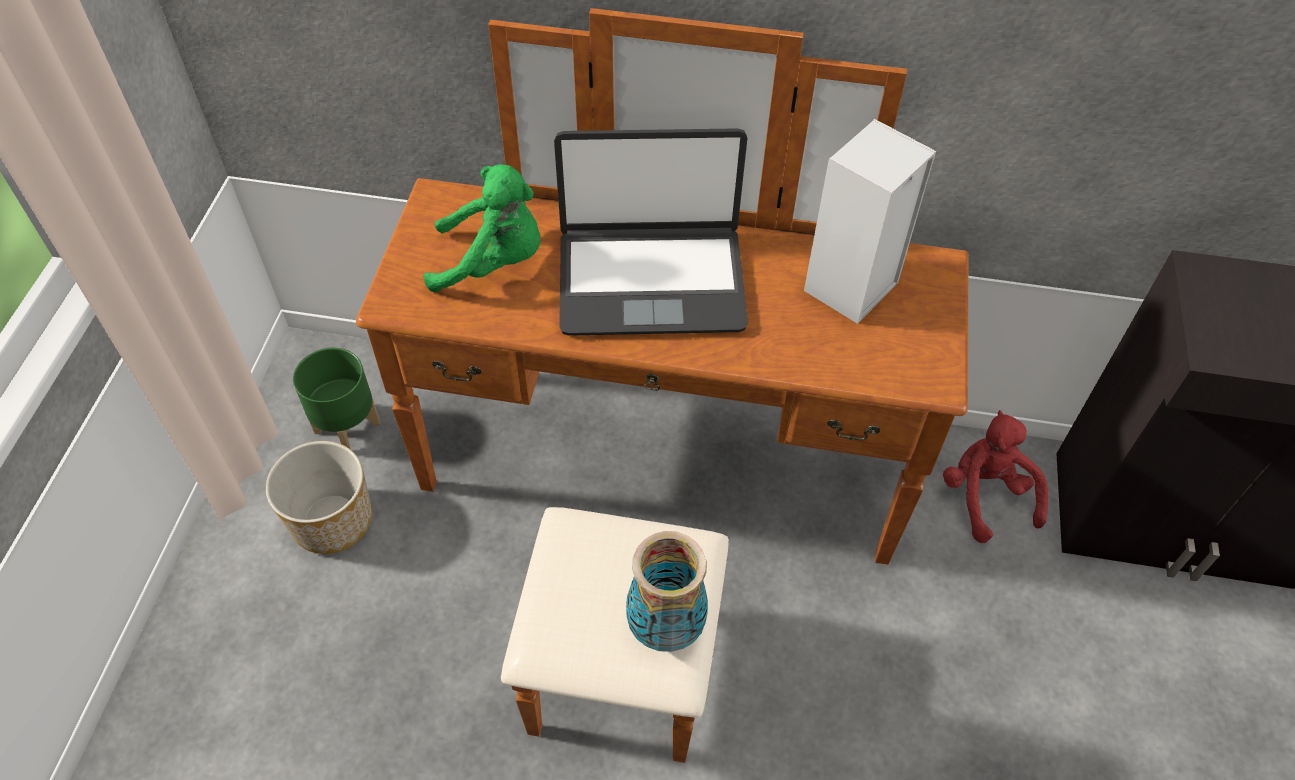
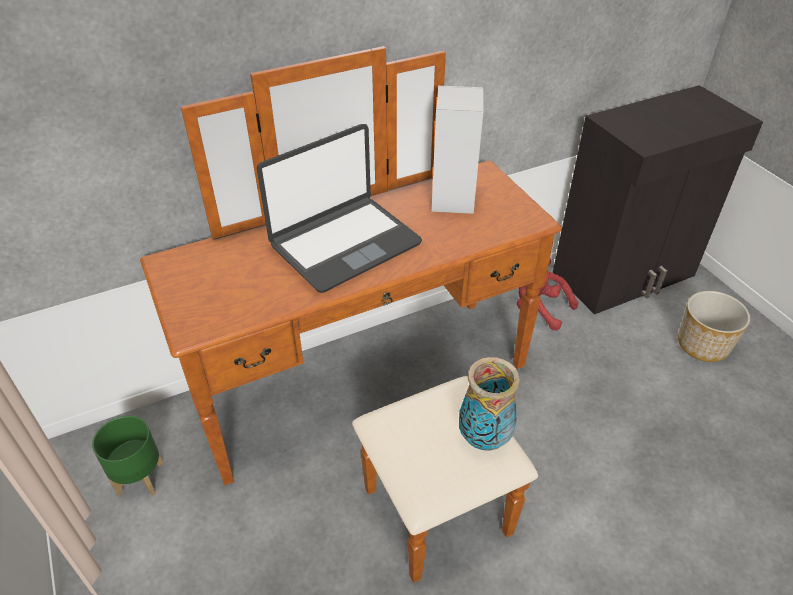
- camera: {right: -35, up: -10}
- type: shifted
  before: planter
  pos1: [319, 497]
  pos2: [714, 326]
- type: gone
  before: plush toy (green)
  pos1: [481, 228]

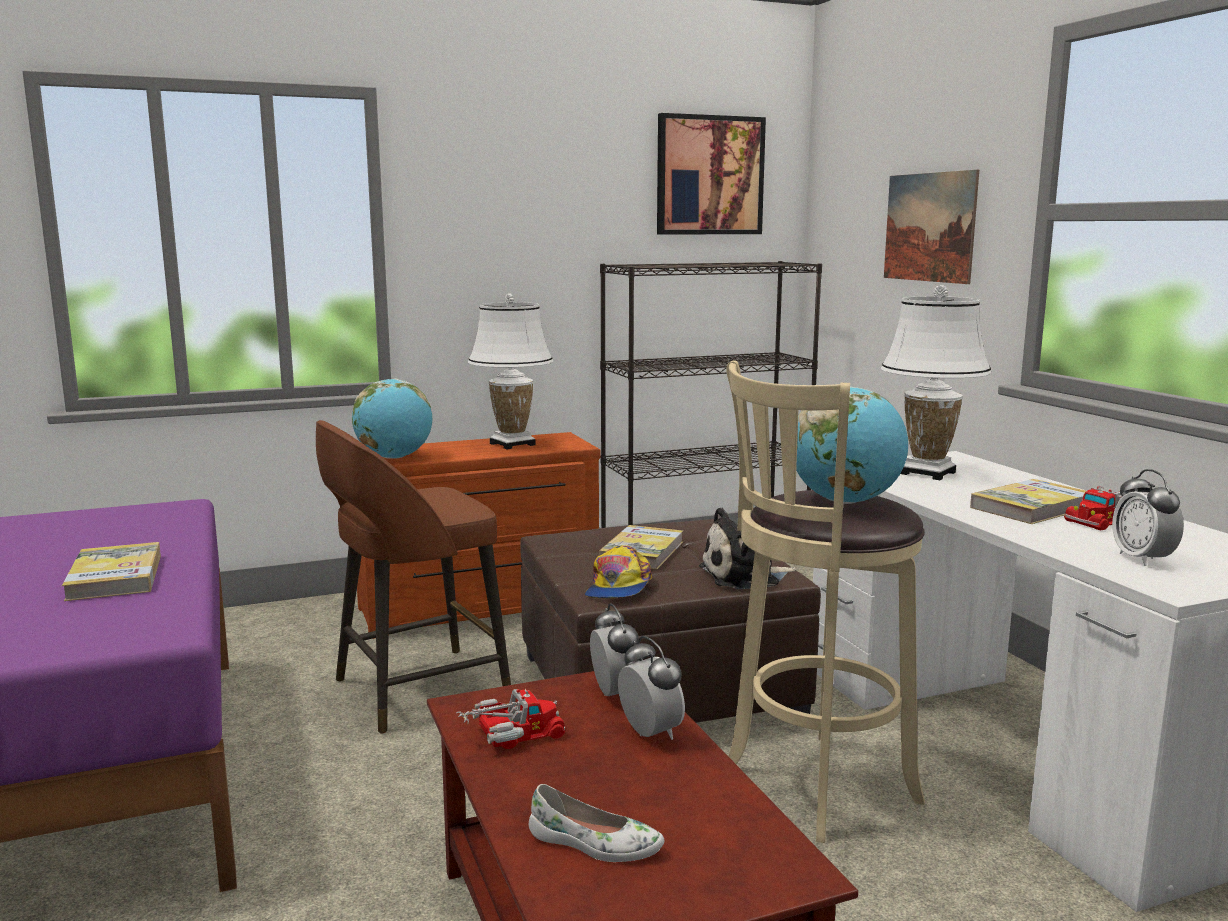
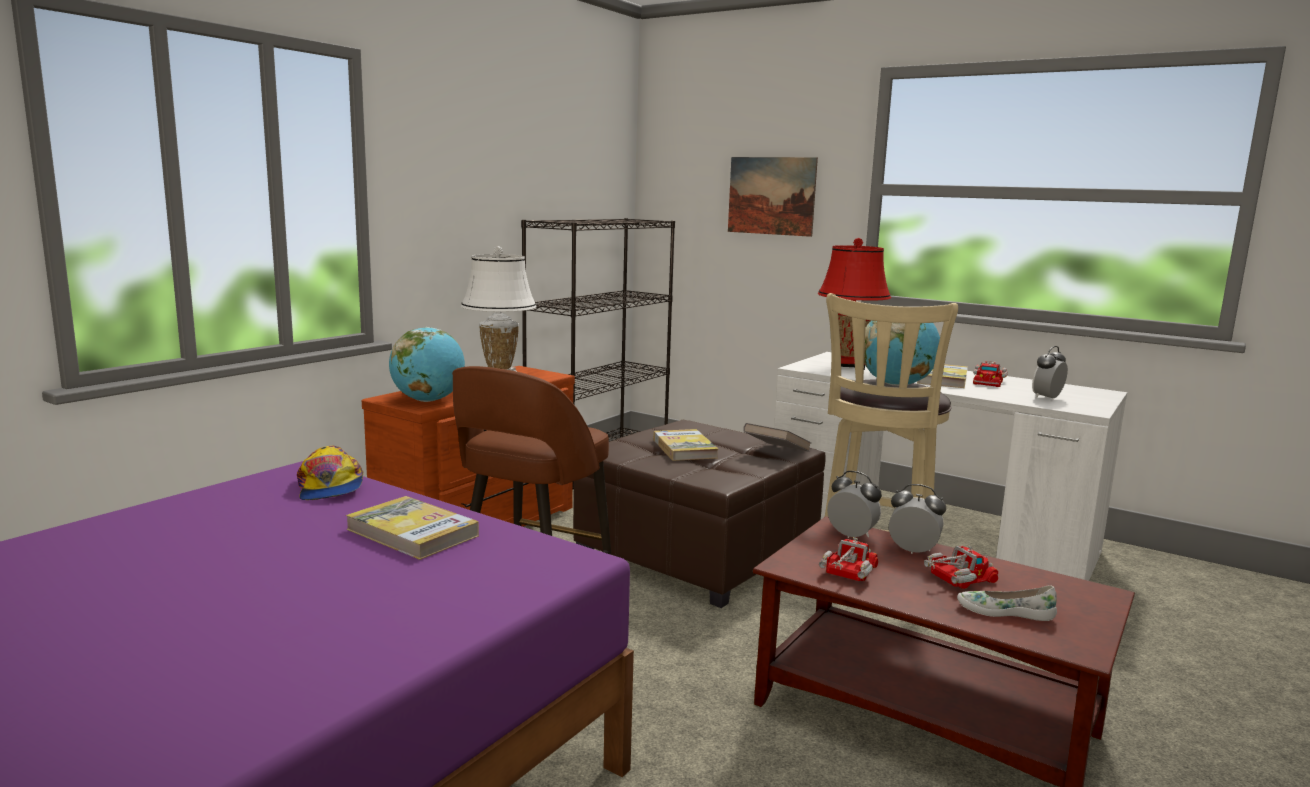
- camera: {right: -35, up: 0}
- type: rotated
  before: shoe (white)
  pos1: [596, 823]
  pos2: [1007, 603]
  turn: -150
- type: shifted
  before: cap
  pos1: [619, 571]
  pos2: [330, 473]
- type: gone
  before: picture
  pos1: [711, 174]
- type: swapped
  before: plush toy
  after: book (grey)
  pos1: [747, 548]
  pos2: [777, 437]
- type: repainted
  before: table lamp (white)
  after: table lamp (red)
  pos1: [936, 382]
  pos2: [854, 304]
- type: rotated
  before: alarm clock
  pos1: [1148, 517]
  pos2: [1050, 373]
  turn: 90
- type: new
  after: toy truck
  pos2: [961, 567]

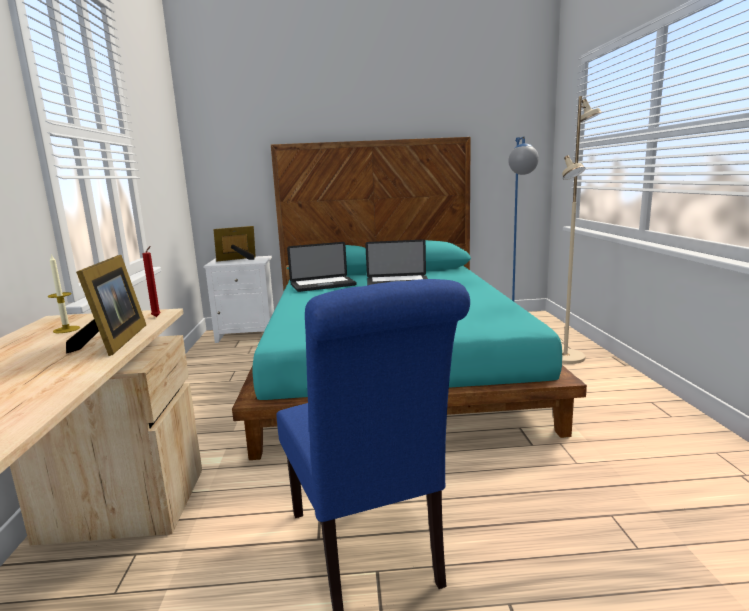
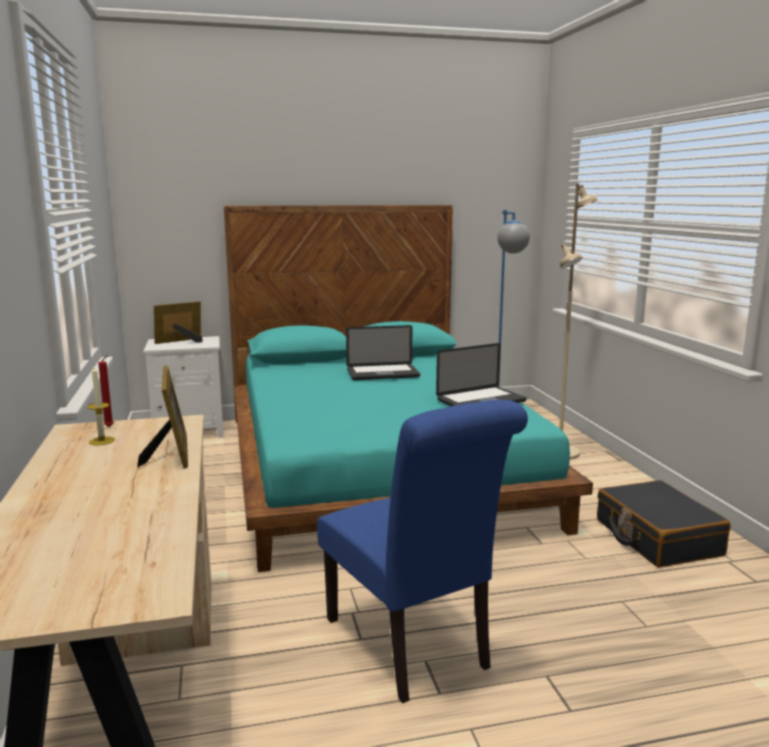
- camera: {right: -10, up: 0}
- type: shifted
  before: candle (red)
  pos1: [151, 281]
  pos2: [106, 391]
- type: shifted
  before: laptop
  pos1: [322, 267]
  pos2: [481, 374]
- type: new
  after: suitcase (black)
  pos2: [664, 523]

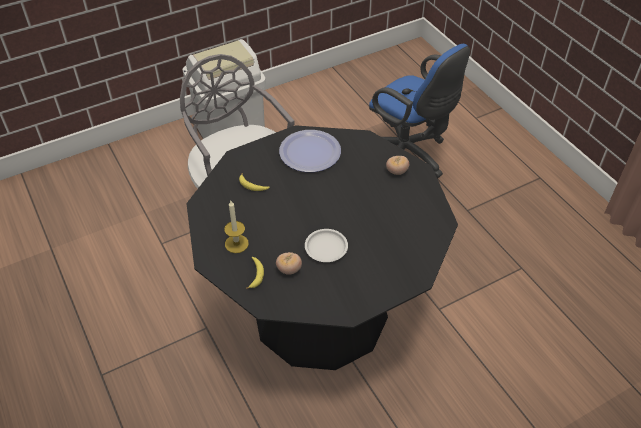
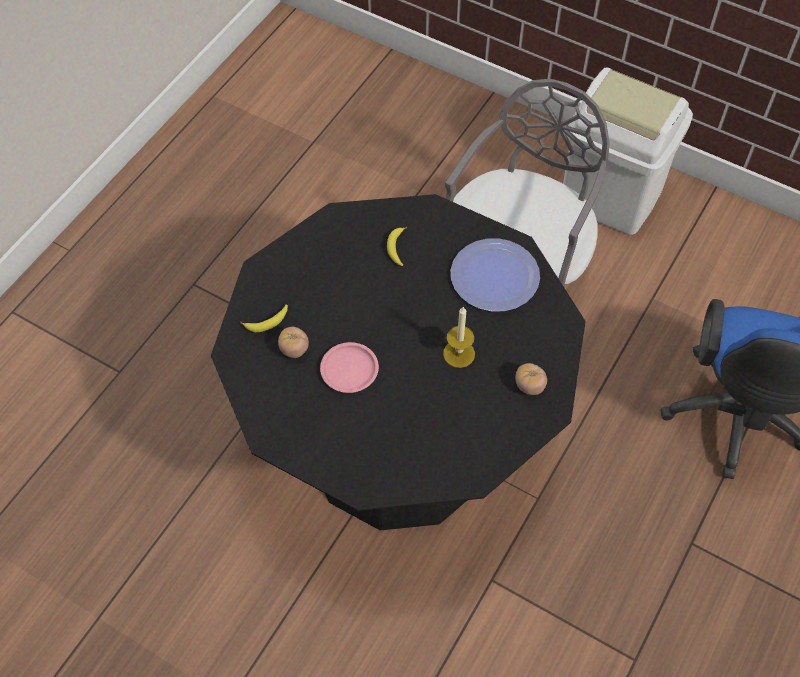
- camera: {right: 60, up: 10}
- type: shifted
  before: candle
  pos1: [236, 227]
  pos2: [459, 337]
- type: repainted
  before: plate (white)
  after: plate (pink)
  pos1: [326, 245]
  pos2: [349, 367]

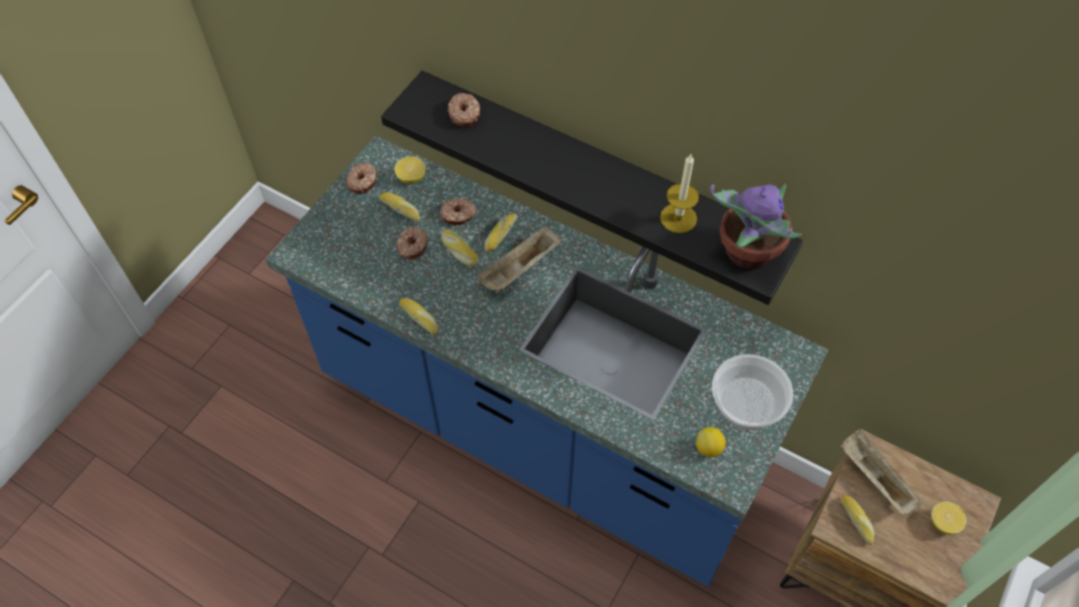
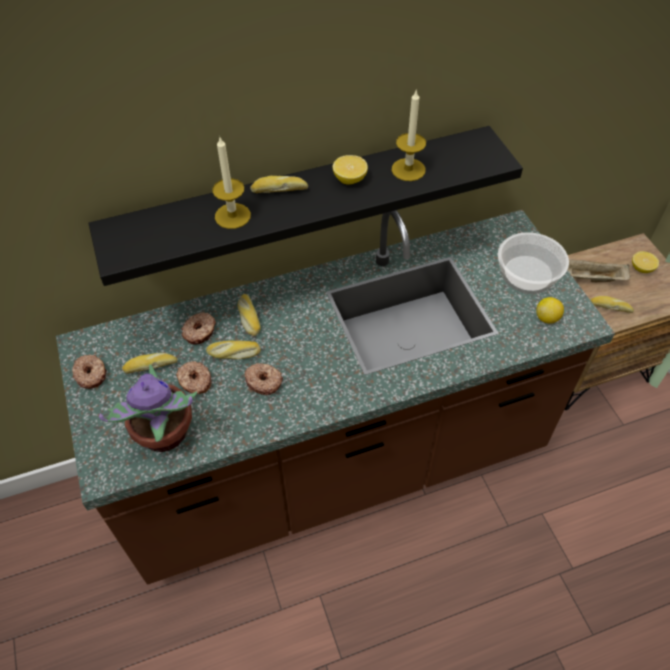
- camera: {right: -50, up: -5}
- type: repainted
  before: counter (blue)
  after: counter (brown)
  pos1: [547, 361]
  pos2: [335, 397]
- type: shifted
  before: lemon
  pos1: [410, 170]
  pos2: [350, 169]
- type: shifted
  before: bread
  pos1: [418, 317]
  pos2: [279, 184]
- type: shifted
  before: donut
  pos1: [463, 110]
  pos2: [263, 379]
- type: gone
  before: tray (beige)
  pos1: [518, 259]
- type: shifted
  before: potted plant
  pos1: [756, 226]
  pos2: [148, 408]
- type: new
  after: candle
  pos2: [231, 183]

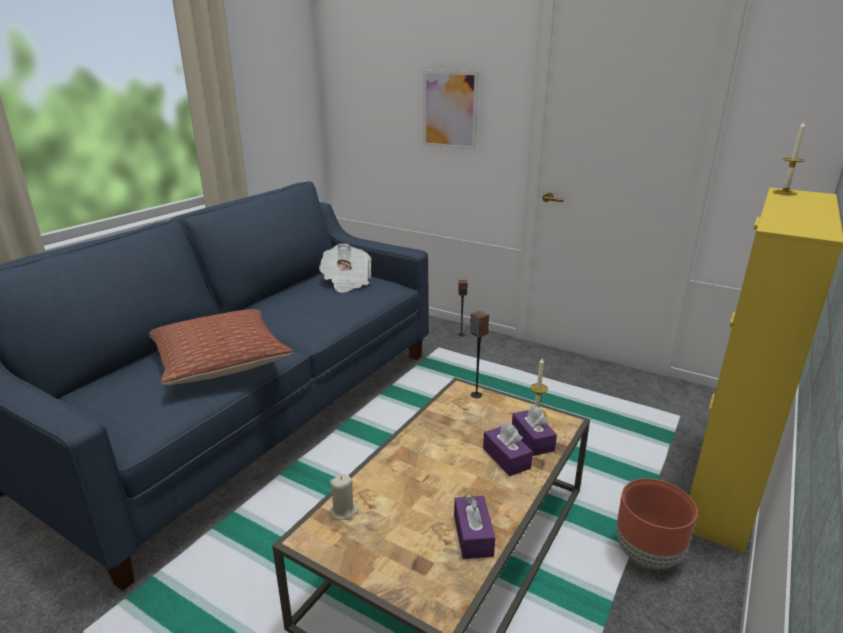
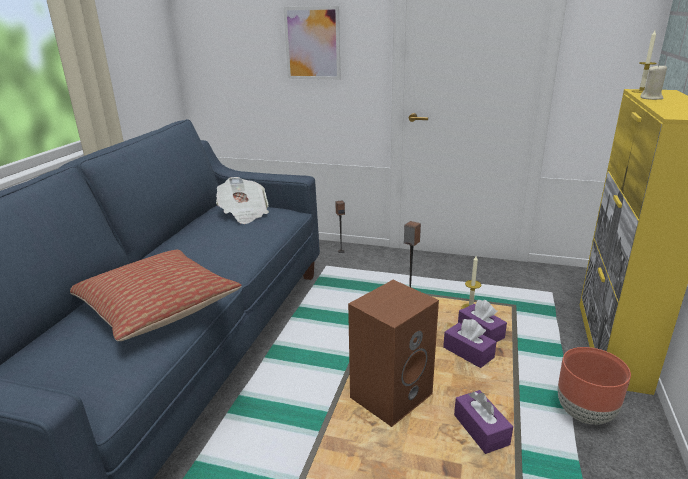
- camera: {right: -15, up: 0}
- type: shifted
  before: candle (beige)
  pos1: [344, 497]
  pos2: [653, 82]
- type: new
  after: speaker (brown)
  pos2: [393, 353]

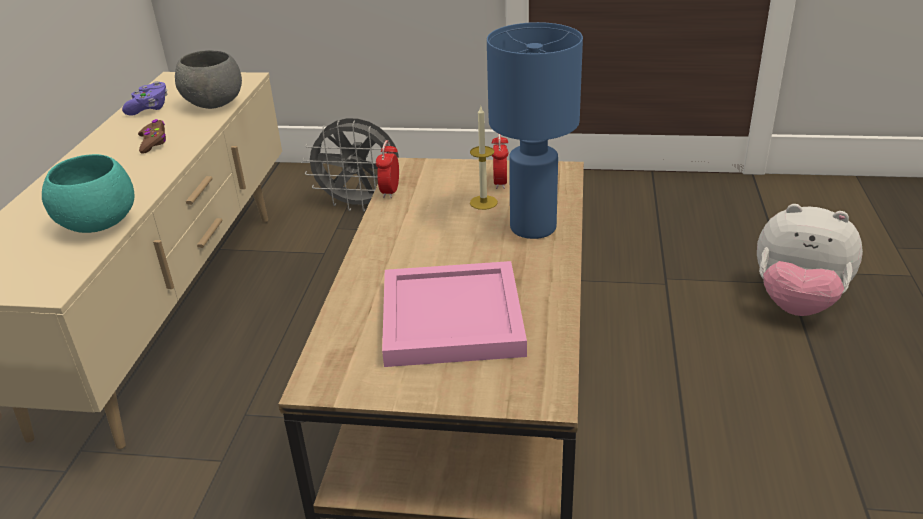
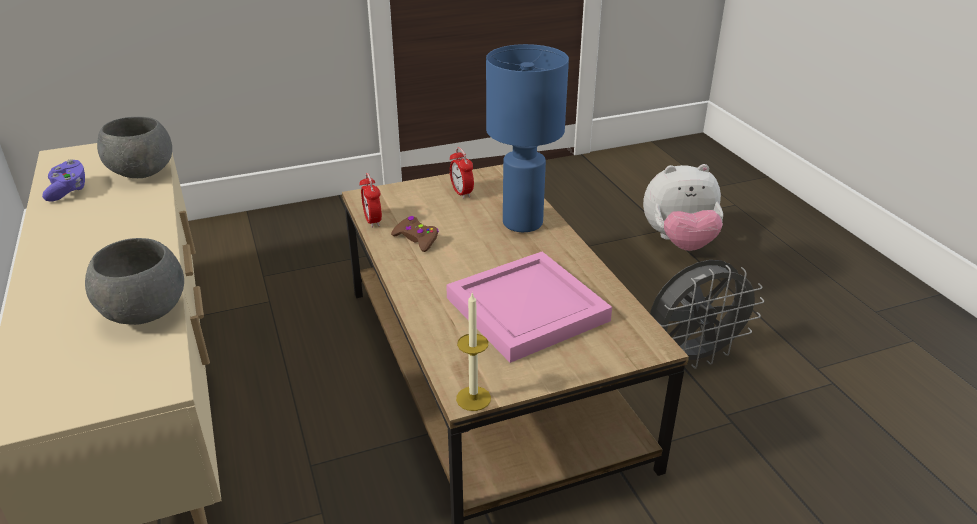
- camera: {right: -30, up: 0}
- type: repainted
  before: bowl (turquoise)
  after: bowl (grey)
  pos1: [88, 193]
  pos2: [134, 281]
- type: shifted
  before: game controller (brown)
  pos1: [152, 136]
  pos2: [415, 234]
- type: shifted
  before: fan (grey)
  pos1: [351, 165]
  pos2: [707, 314]
- type: shifted
  before: candle
  pos1: [484, 158]
  pos2: [473, 352]

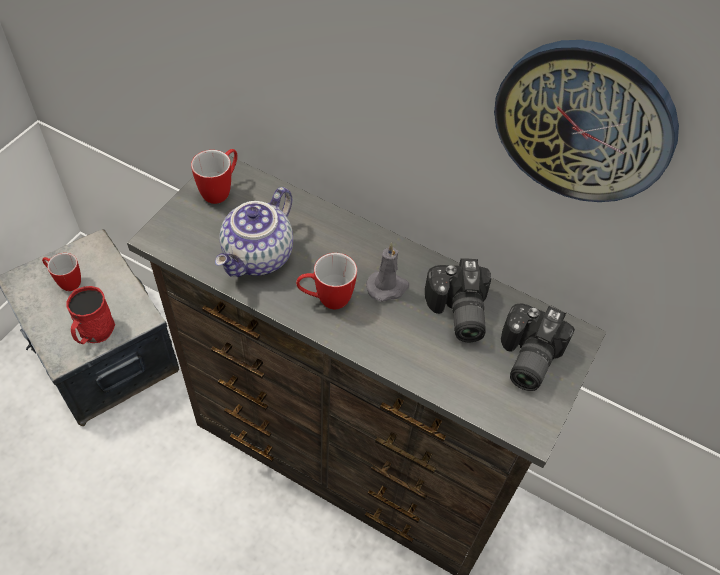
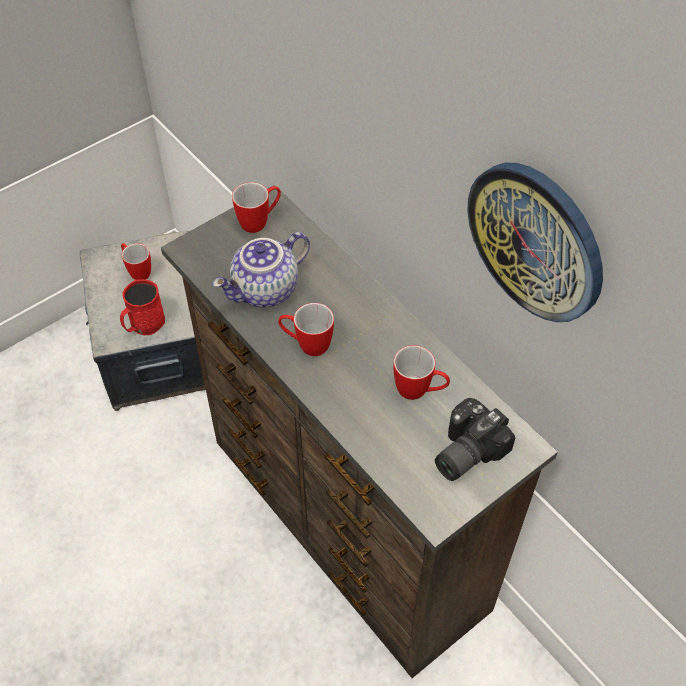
- camera: {right: 25, up: 0}
- type: gone
  before: candle (grey)
  pos1: [387, 272]
- type: swapped
  before: photo camera
  after: mug
  pos1: [458, 300]
  pos2: [421, 372]

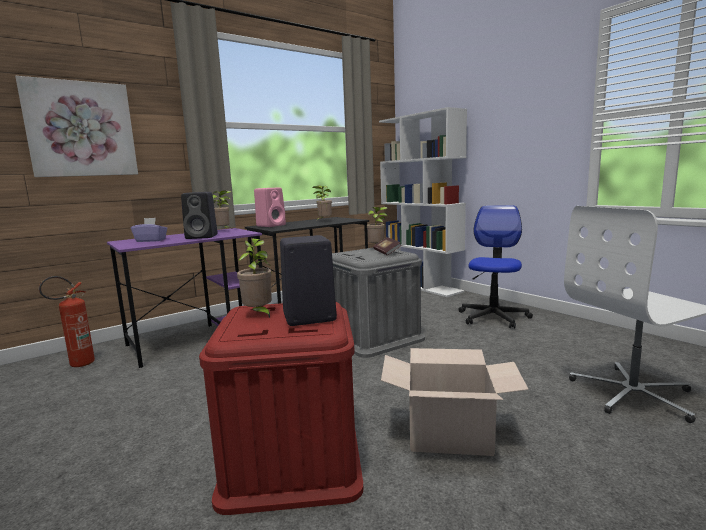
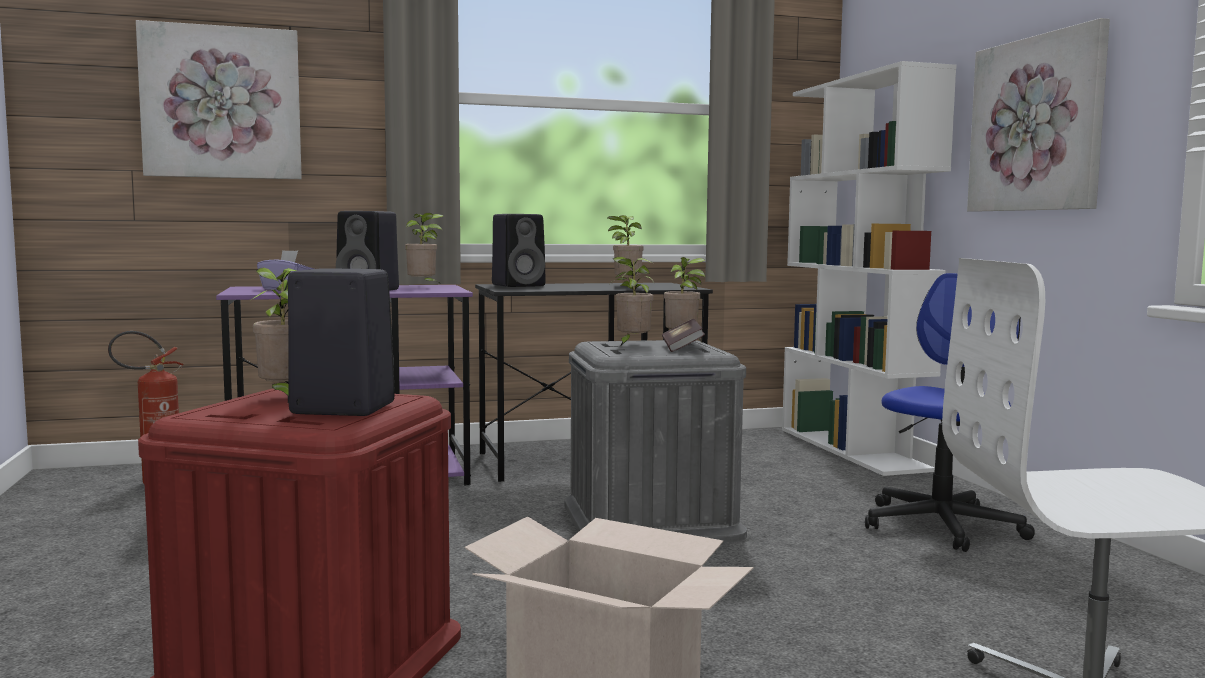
- camera: {right: 20, up: -5}
- type: repainted
  before: speaker (pink)
  after: speaker (black)
  pos1: [270, 207]
  pos2: [518, 250]
- type: new
  after: potted plant
  pos2: [633, 301]
- type: new
  after: picture
  pos2: [1038, 115]

